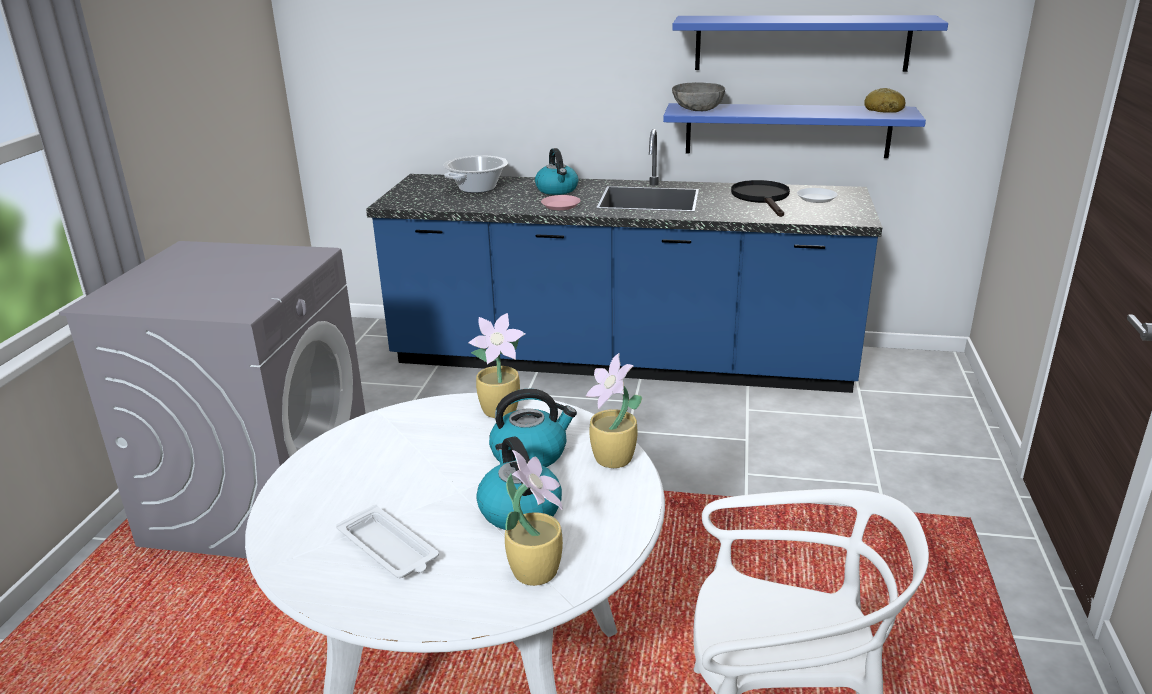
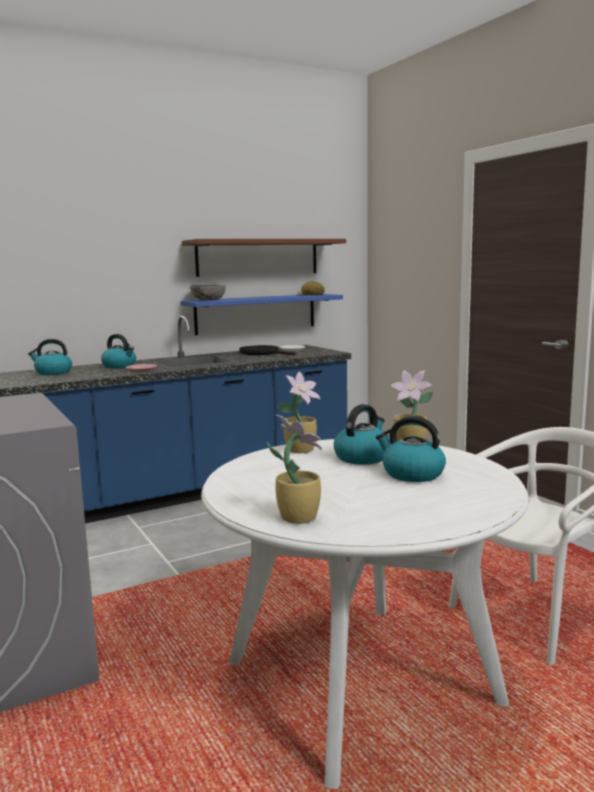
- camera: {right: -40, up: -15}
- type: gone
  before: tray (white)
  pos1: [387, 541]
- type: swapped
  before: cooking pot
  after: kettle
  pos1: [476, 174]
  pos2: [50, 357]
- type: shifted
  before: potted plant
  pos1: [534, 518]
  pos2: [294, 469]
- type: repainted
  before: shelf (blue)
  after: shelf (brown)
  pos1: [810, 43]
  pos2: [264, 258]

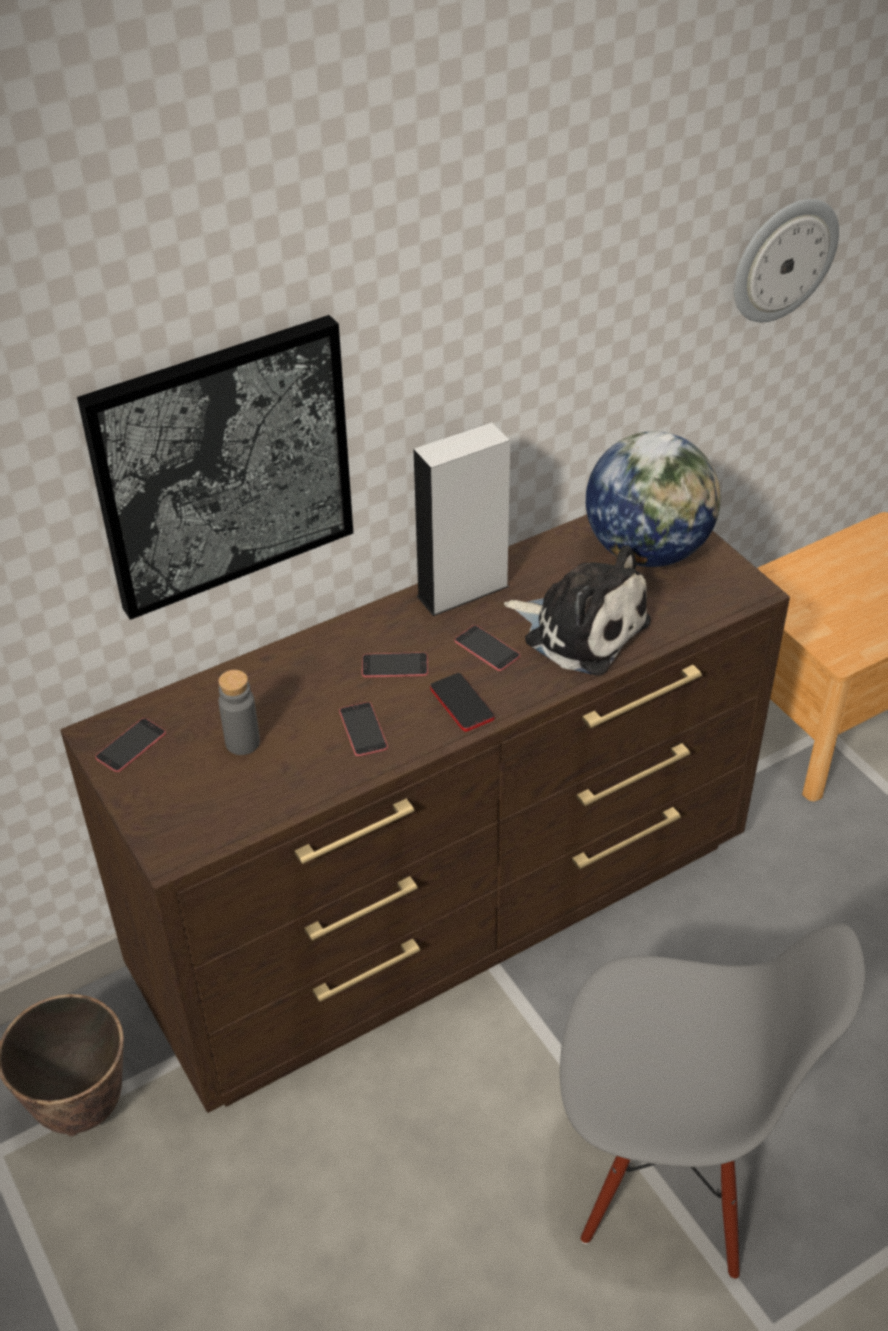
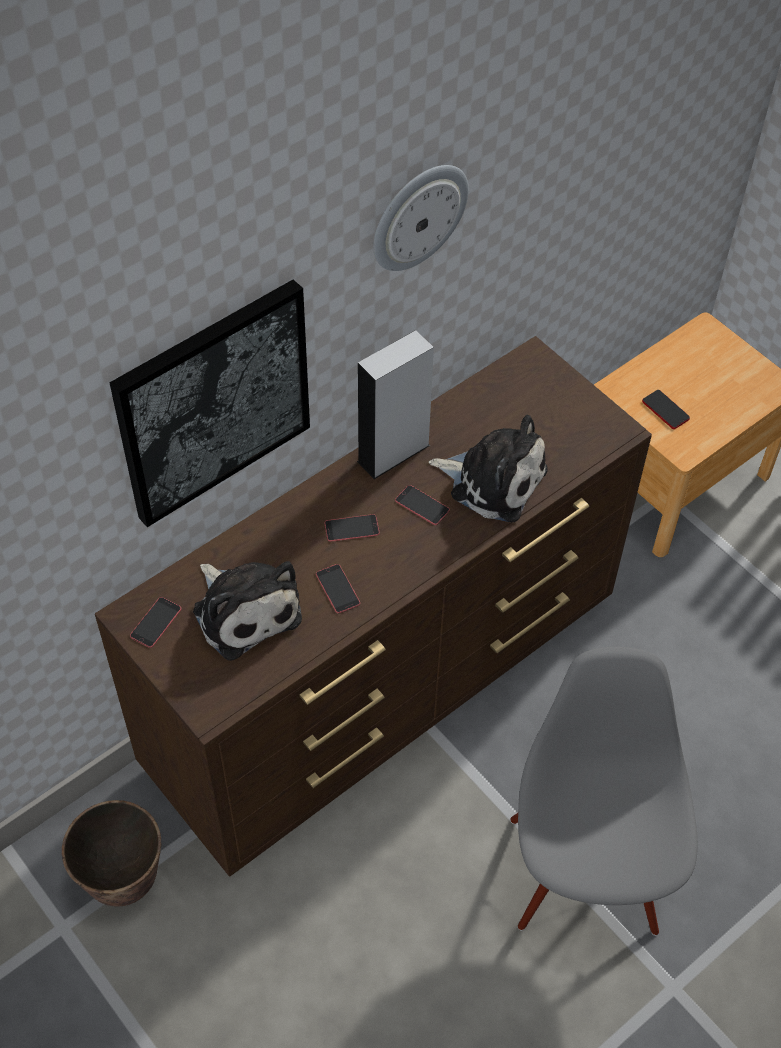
- camera: {right: -10, up: 10}
- type: swapped
  before: bottle (grey)
  after: plush toy
  pos1: [239, 712]
  pos2: [247, 611]
- type: shifted
  before: phone
  pos1: [462, 702]
  pos2: [666, 409]
- type: rotated
  before: chair (grey)
  pos1: [713, 1101]
  pos2: [604, 791]
  turn: -90
- type: gone
  before: globe
  pos1: [653, 499]
- type: shifted
  before: wall clock
  pos1: [786, 260]
  pos2: [421, 218]

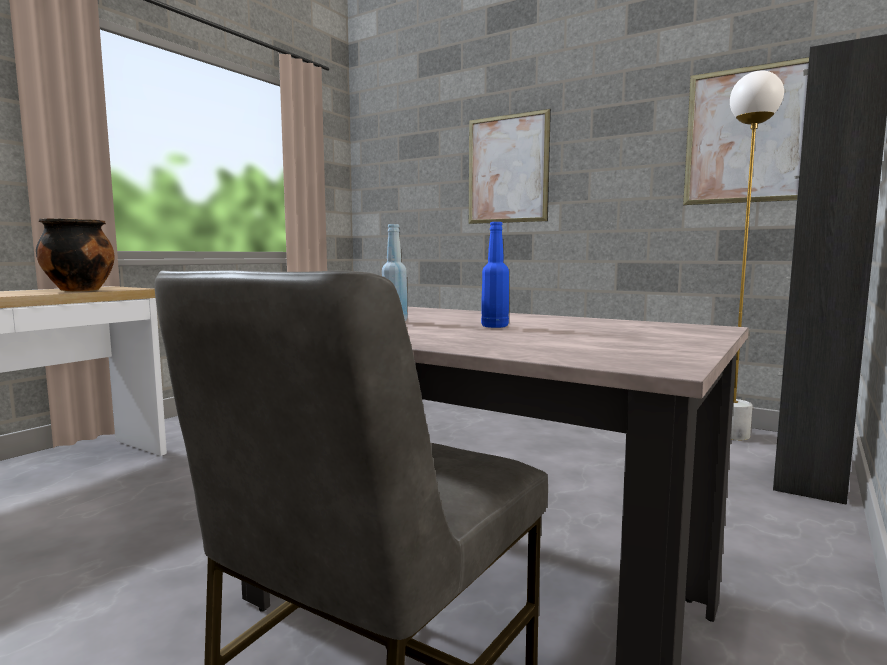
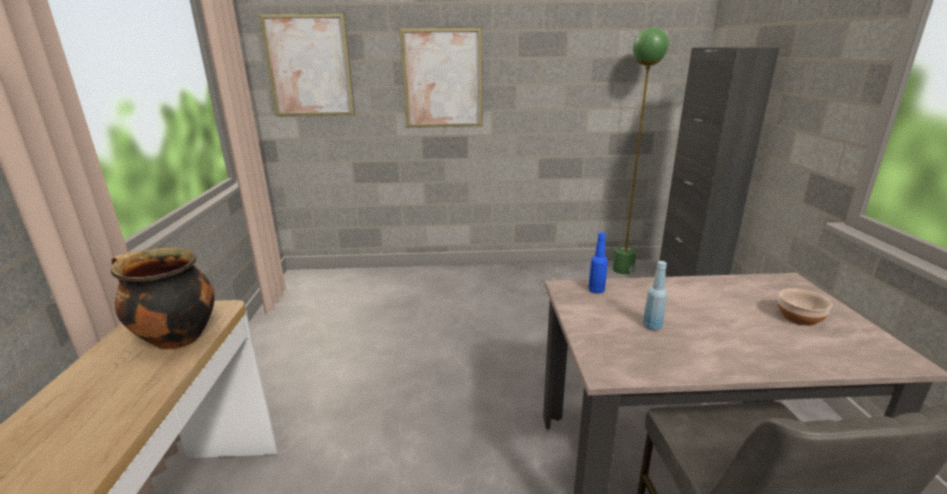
- camera: {right: -35, up: 15}
- type: shifted
  before: bottle (blue)
  pos1: [495, 275]
  pos2: [598, 263]
- type: shifted
  before: picture
  pos1: [746, 131]
  pos2: [307, 65]
- type: repainted
  before: floor lamp (white)
  after: floor lamp (green)
  pos1: [757, 256]
  pos2: [641, 151]
- type: new
  after: bowl
  pos2: [805, 307]

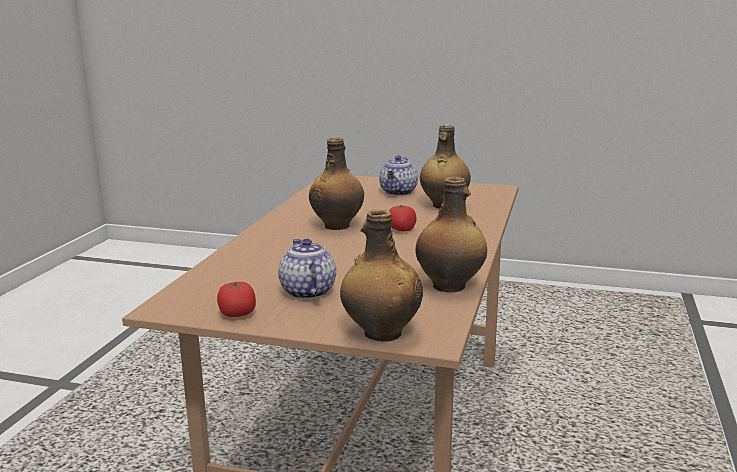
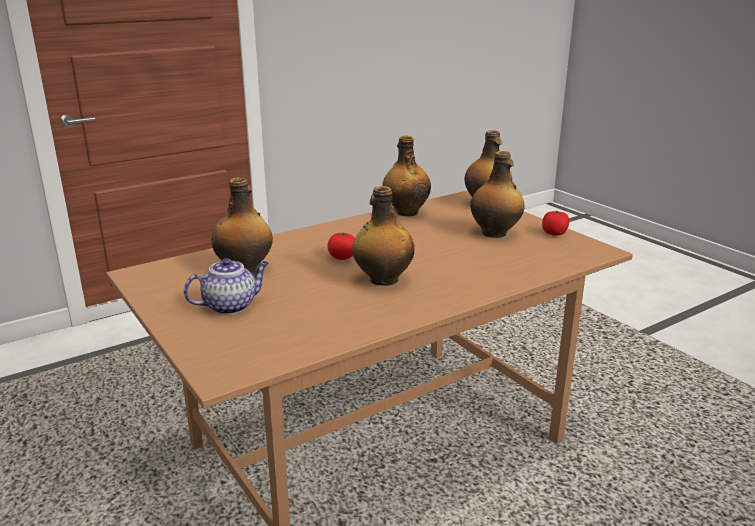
- camera: {right: -140, up: 5}
- type: swapped
  before: teapot
  after: bottle
  pos1: [307, 269]
  pos2: [497, 194]

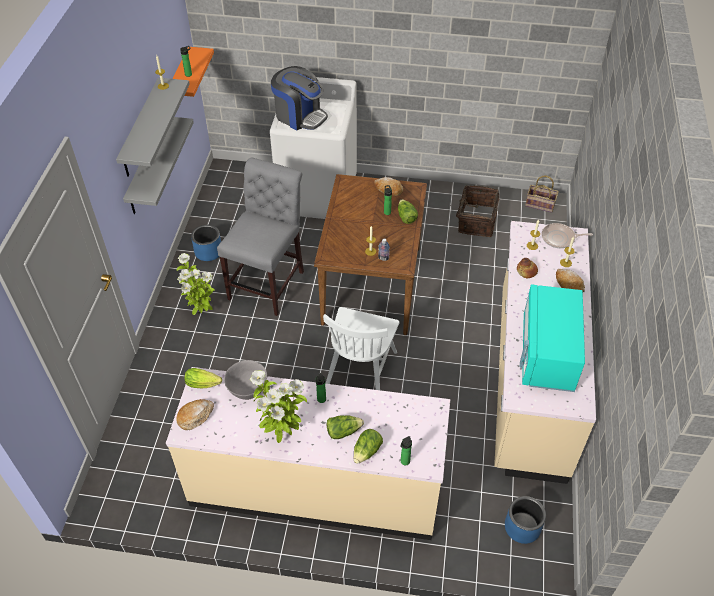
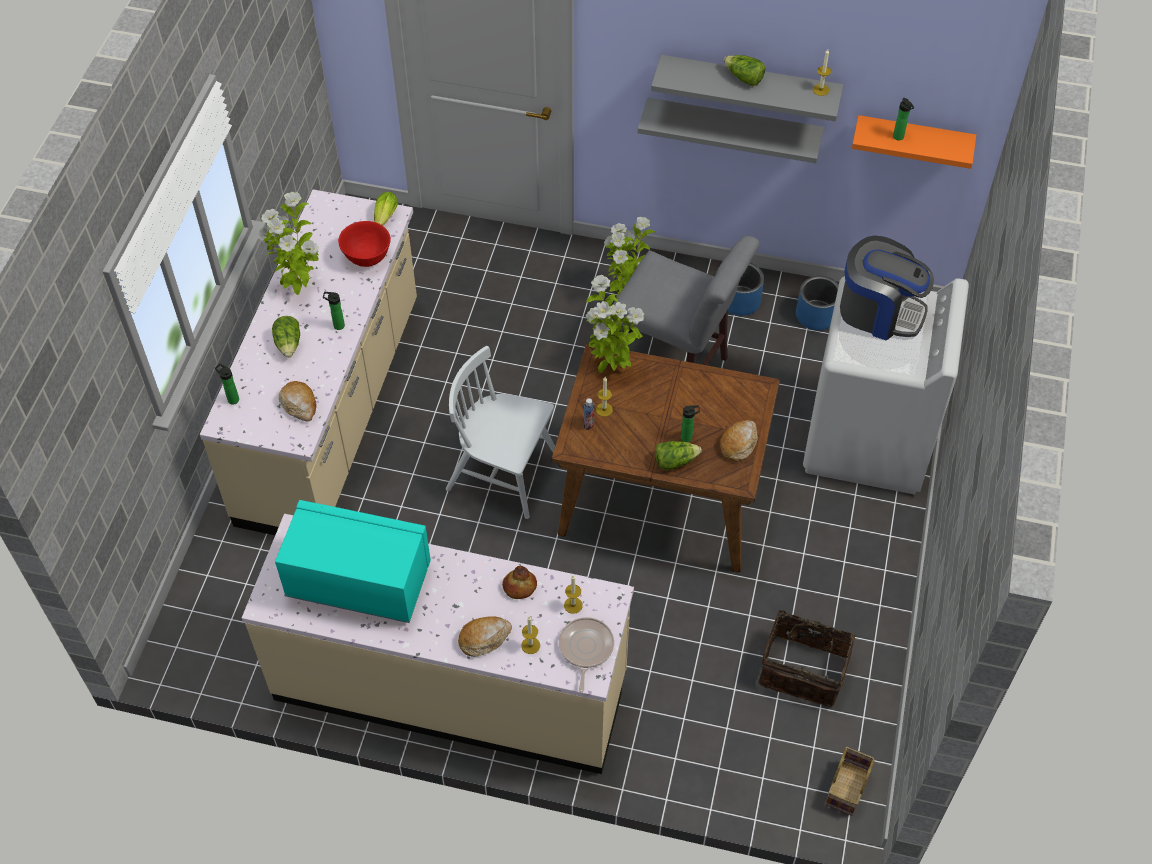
- camera: {right: 95, up: 5}
- type: shifted
  before: bread
  pos1: [195, 414]
  pos2: [297, 401]
- type: repainted
  before: bowl (grey)
  after: bowl (red)
  pos1: [245, 380]
  pos2: [364, 244]
- type: rotated
  before: coffee machine
  pos1: [299, 98]
  pos2: [887, 288]
  turn: -105
- type: shifted
  before: lettuce
  pos1: [368, 446]
  pos2: [744, 70]
- type: shifted
  before: planter (blue)
  pos1: [525, 520]
  pos2: [817, 303]
- type: new
  after: potted plant
  pos2: [615, 324]

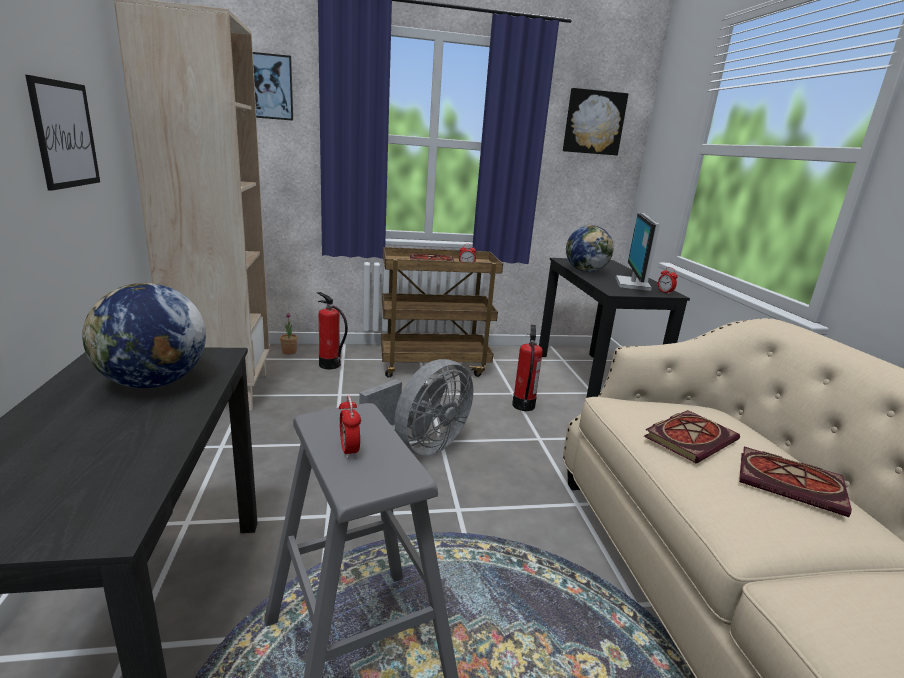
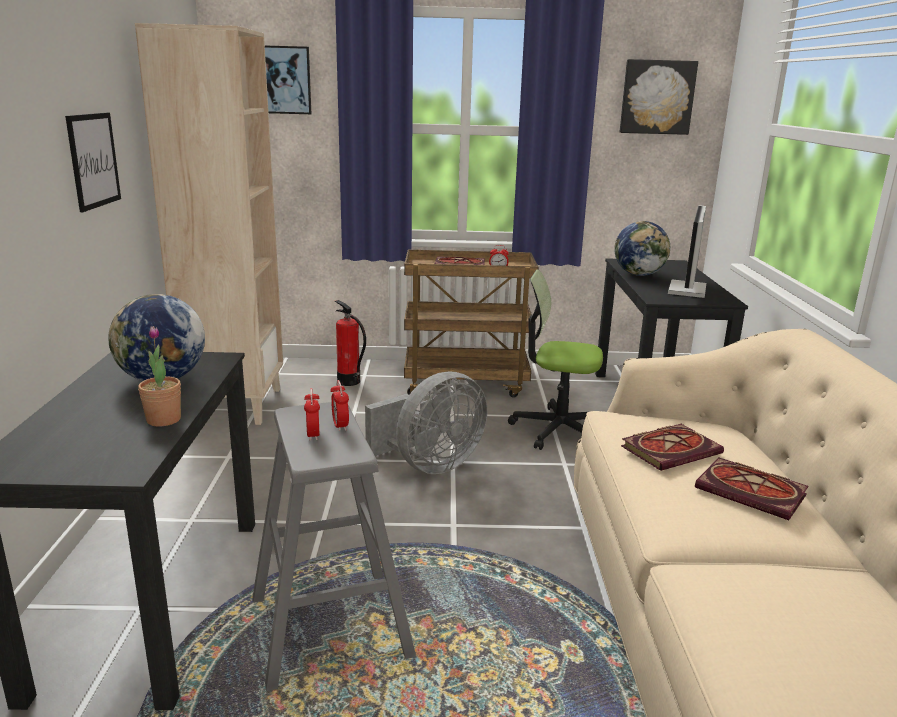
- camera: {right: 10, up: 0}
- type: shifted
  before: potted plant
  pos1: [289, 334]
  pos2: [159, 376]
- type: swapped
  before: fire extinguisher
  after: office chair
  pos1: [527, 368]
  pos2: [555, 359]
- type: shifted
  before: alarm clock
  pos1: [668, 280]
  pos2: [339, 405]

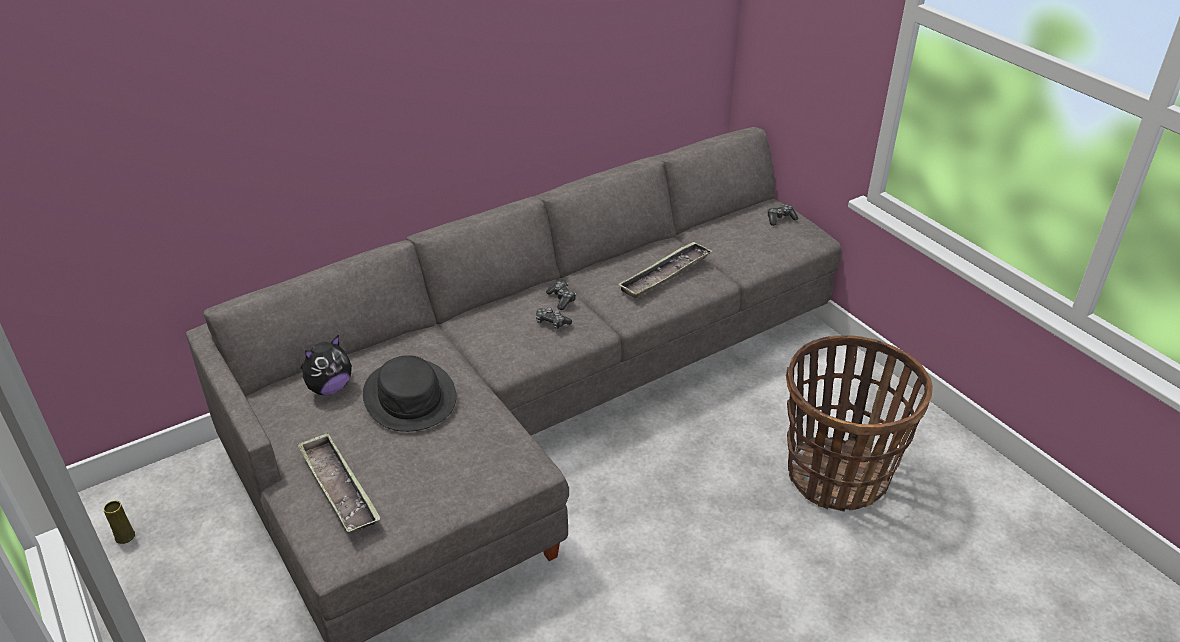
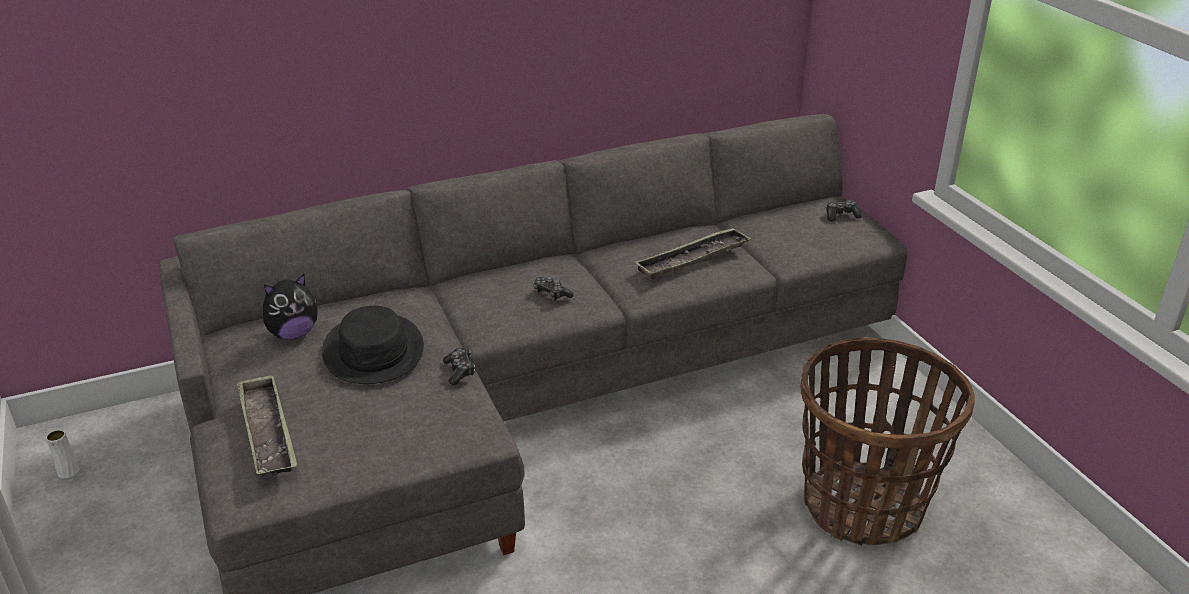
- camera: {right: 10, up: -5}
- type: repainted
  before: vase (yellow)
  after: vase (white)
  pos1: [119, 522]
  pos2: [63, 454]
- type: shifted
  before: game controller
  pos1: [561, 295]
  pos2: [459, 366]

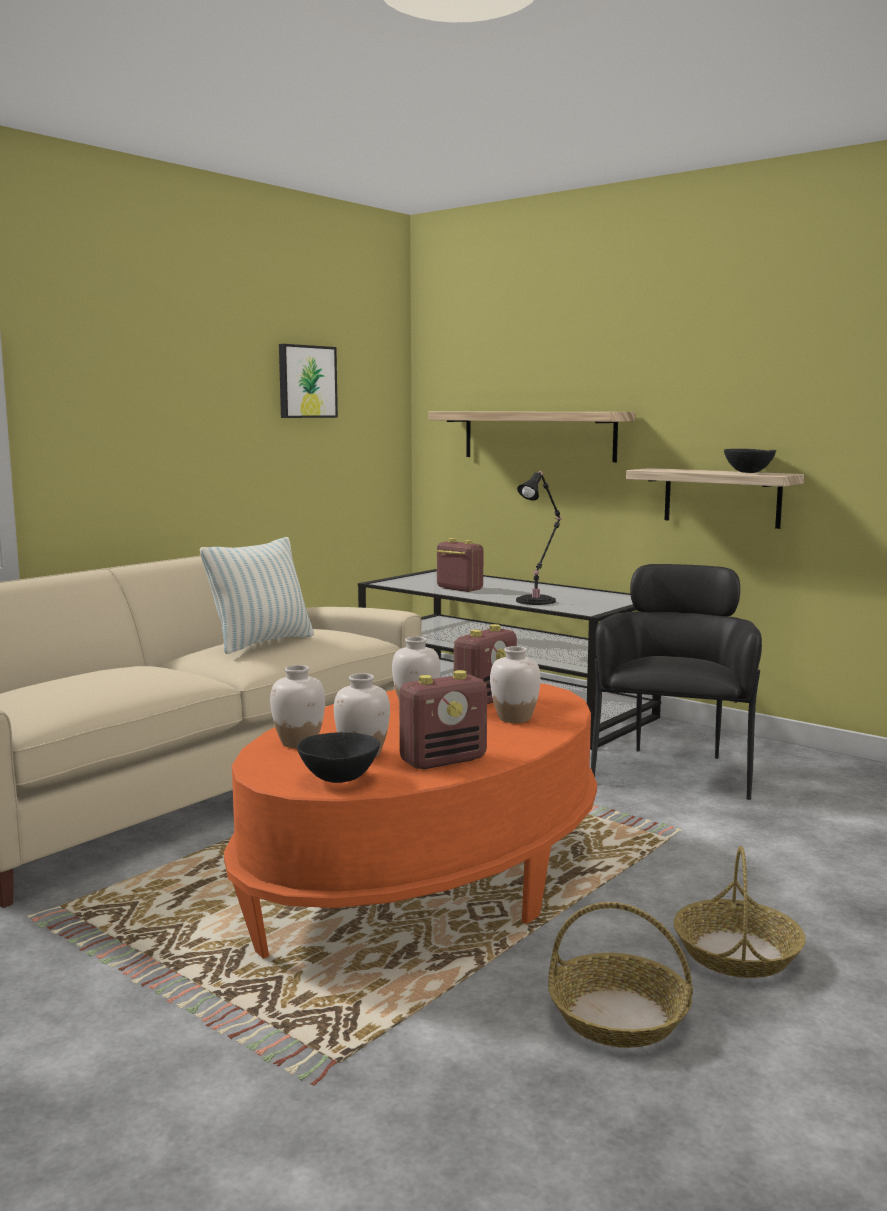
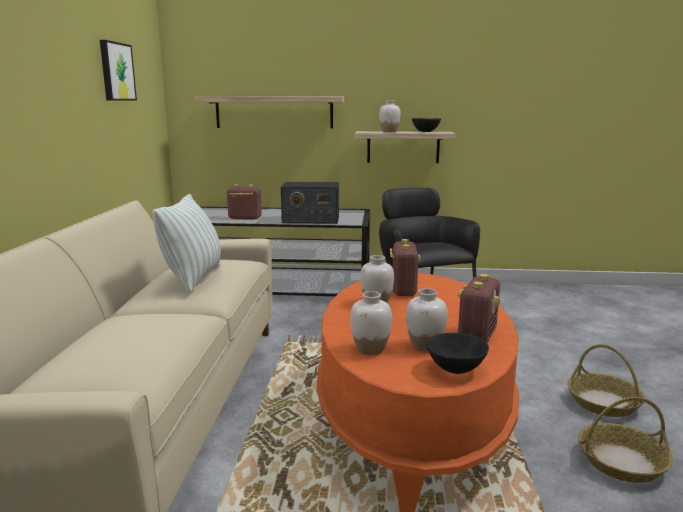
- camera: {right: -35, up: 5}
- type: shifted
  before: vase (white)
  pos1: [515, 684]
  pos2: [390, 116]
- type: swapped
  before: table lamp (black)
  after: radio
  pos1: [539, 538]
  pos2: [310, 203]

